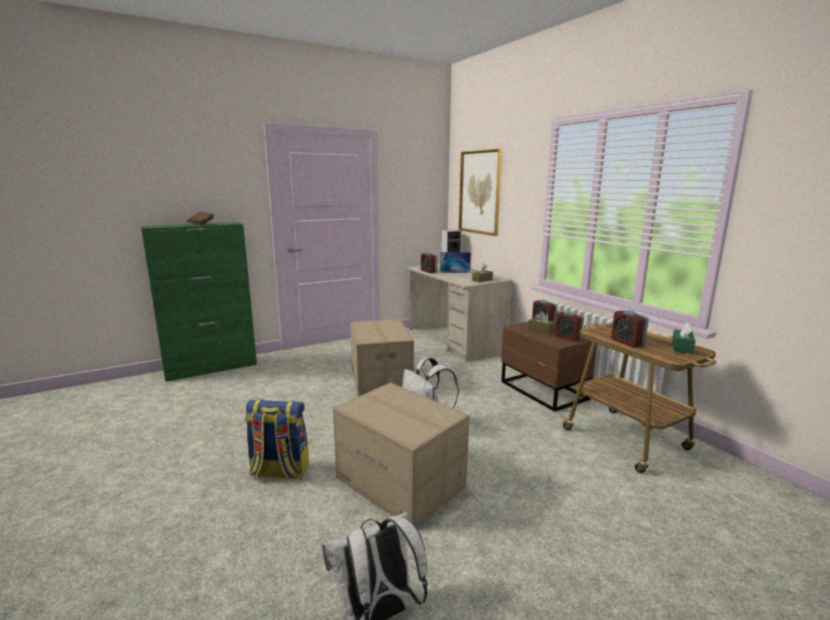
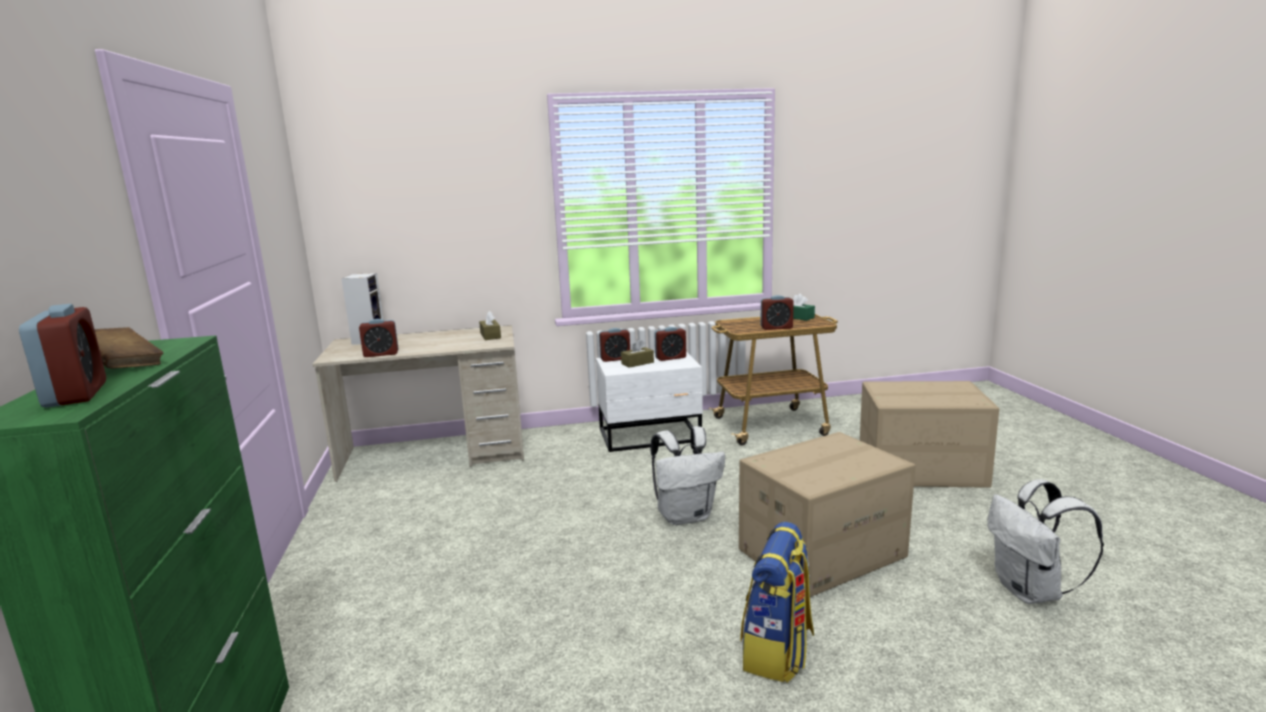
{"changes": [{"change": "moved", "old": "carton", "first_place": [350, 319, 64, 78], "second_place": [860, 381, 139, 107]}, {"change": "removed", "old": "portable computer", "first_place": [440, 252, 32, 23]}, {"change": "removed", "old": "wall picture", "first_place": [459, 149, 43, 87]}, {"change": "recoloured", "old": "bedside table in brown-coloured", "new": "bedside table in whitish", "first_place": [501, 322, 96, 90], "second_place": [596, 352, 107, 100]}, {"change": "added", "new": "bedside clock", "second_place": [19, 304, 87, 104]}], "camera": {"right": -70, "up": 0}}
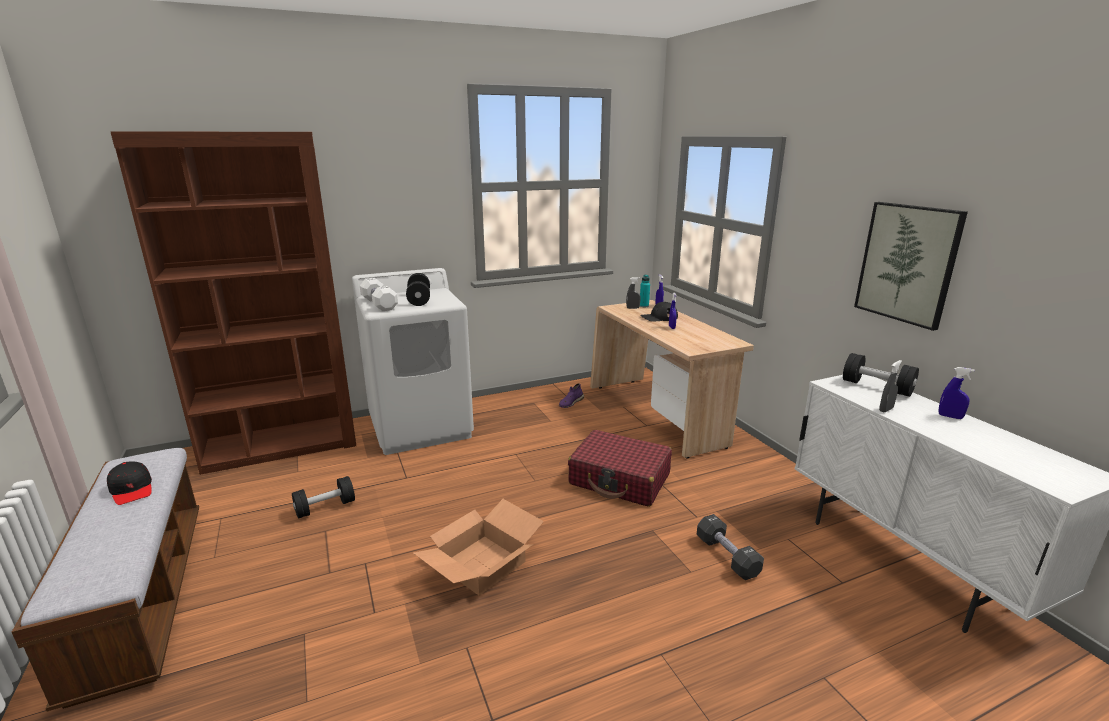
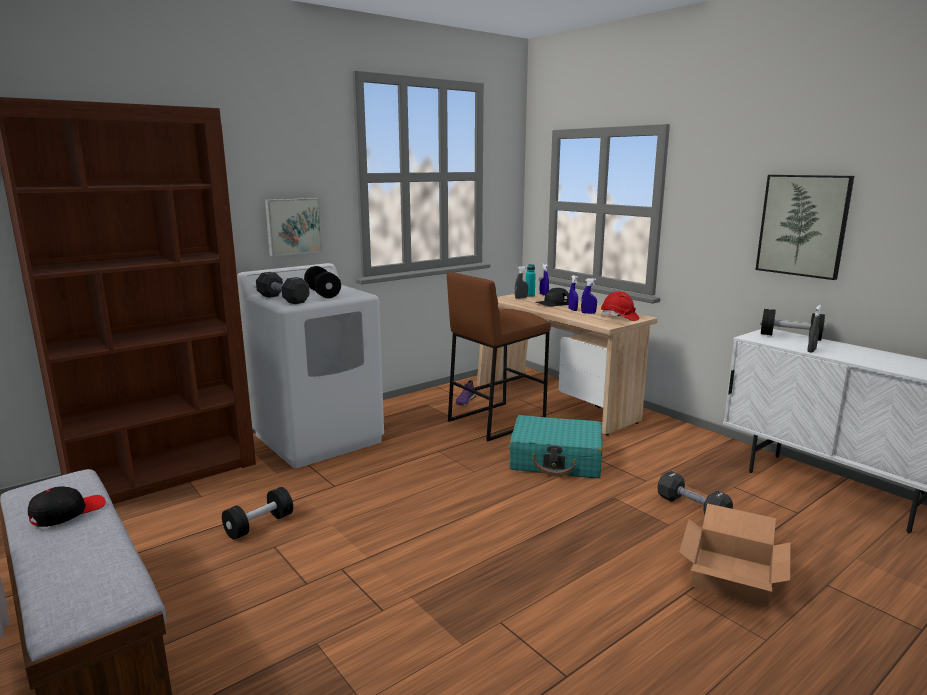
{"changes": [{"change": "turned", "old": "cap in black", "first_place": [107, 461, 45, 44], "second_place": [28, 486, 78, 41], "degrees": -90}, {"change": "recoloured", "old": "hand weight in whitish", "new": "hand weight in black", "first_place": [360, 278, 38, 33], "second_place": [256, 272, 54, 32]}, {"change": "moved", "old": "carton", "first_place": [413, 499, 131, 96], "second_place": [679, 503, 111, 104]}, {"change": "recoloured", "old": "travel case in red", "new": "travel case in turquoise-coloured", "first_place": [568, 430, 104, 77], "second_place": [509, 415, 93, 63]}, {"change": "moved", "old": "sprayer in blue", "first_place": [938, 367, 37, 52], "second_place": [581, 278, 16, 36]}, {"change": "added", "new": "wall picture", "second_place": [265, 198, 58, 58]}, {"change": "added", "new": "stool in brown-coloured", "second_place": [447, 272, 104, 169]}, {"change": "added", "new": "work helmet in red", "second_place": [601, 291, 38, 30]}], "camera": {"right": -15, "up": -5}}
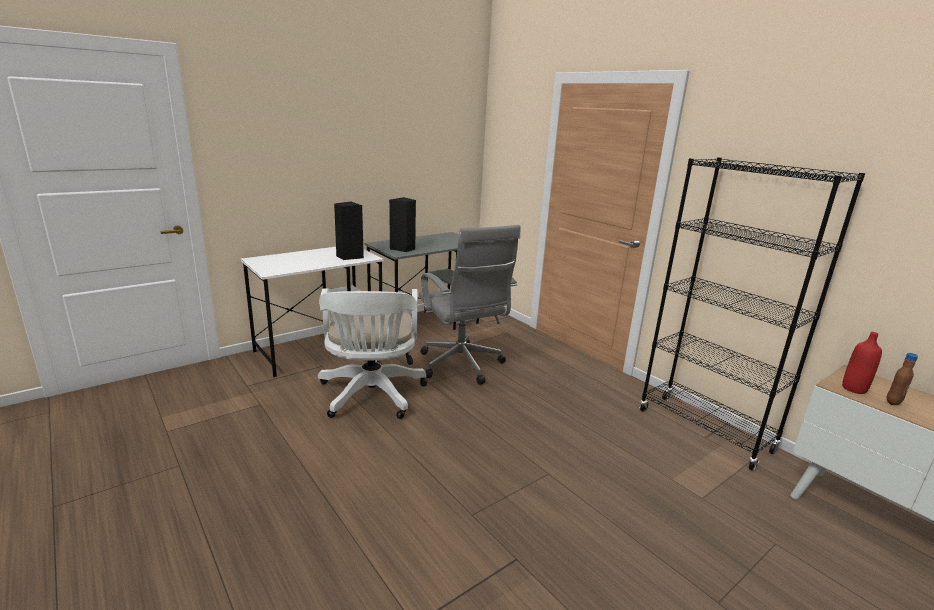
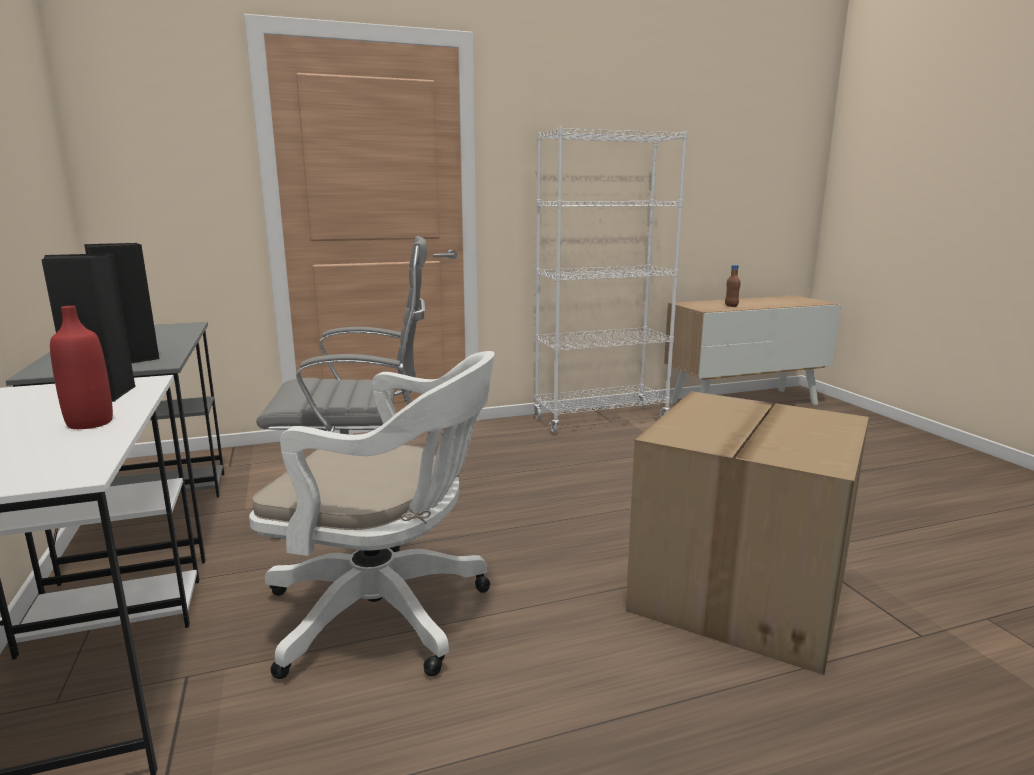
{"changes": [{"change": "recoloured", "old": "bookshelf in black", "new": "bookshelf in whitish", "first_place": [639, 157, 226, 313], "second_place": [534, 127, 154, 306]}, {"change": "moved", "old": "drink bottle in red", "first_place": [842, 332, 40, 62], "second_place": [50, 306, 63, 123]}, {"change": "added", "new": "carton", "second_place": [626, 391, 243, 284]}], "camera": {"right": -70, "up": -5}}
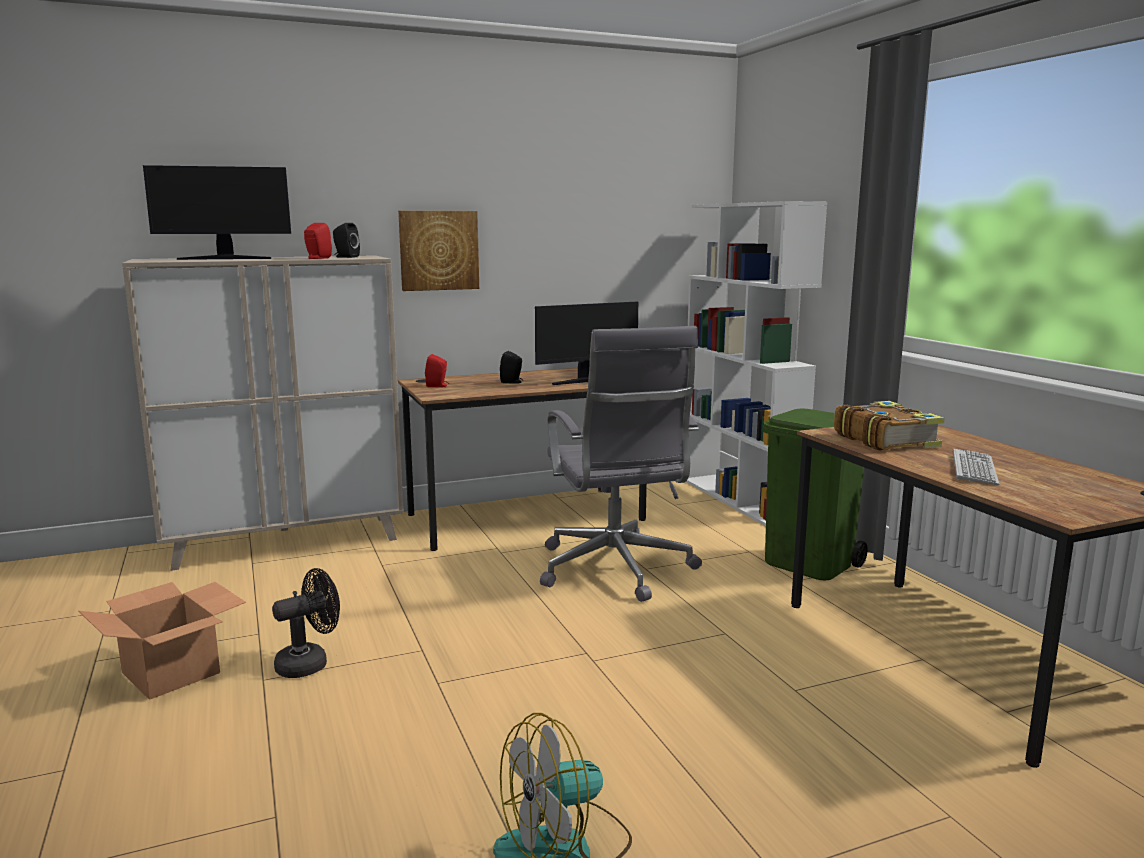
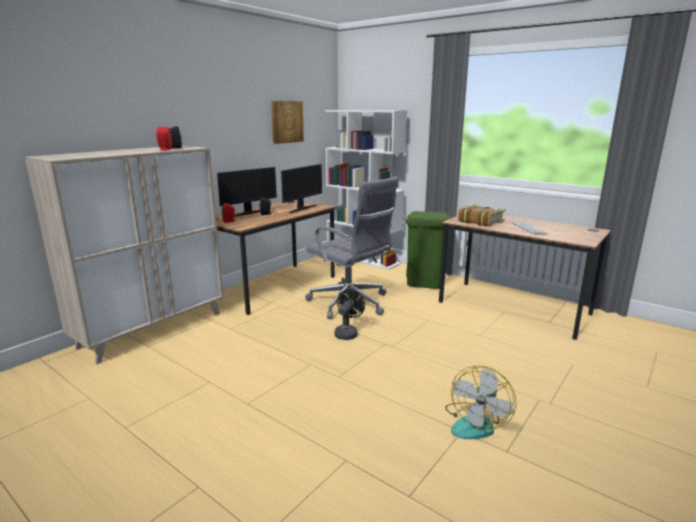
{"changes": [{"change": "removed", "old": "carton", "first_place": [78, 582, 168, 118]}, {"change": "moved", "old": "computer display", "first_place": [143, 165, 148, 95], "second_place": [217, 167, 60, 50]}, {"change": "moved", "old": "electric fan in black", "first_place": [272, 568, 68, 110], "second_place": [334, 289, 31, 51]}, {"change": "moved", "old": "wall picture", "first_place": [398, 211, 81, 80], "second_place": [271, 101, 33, 43]}], "camera": {"right": -30, "up": 5}}
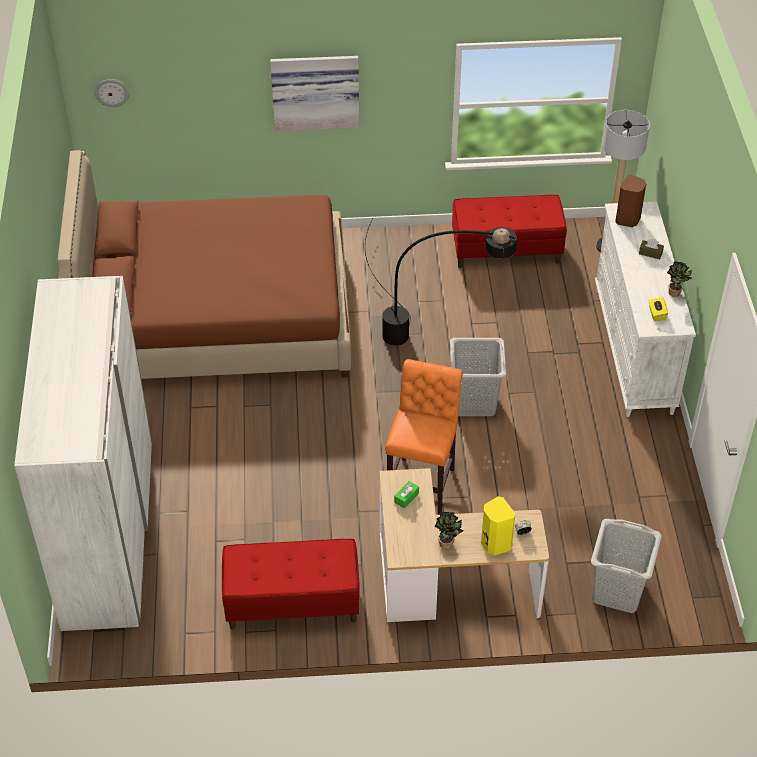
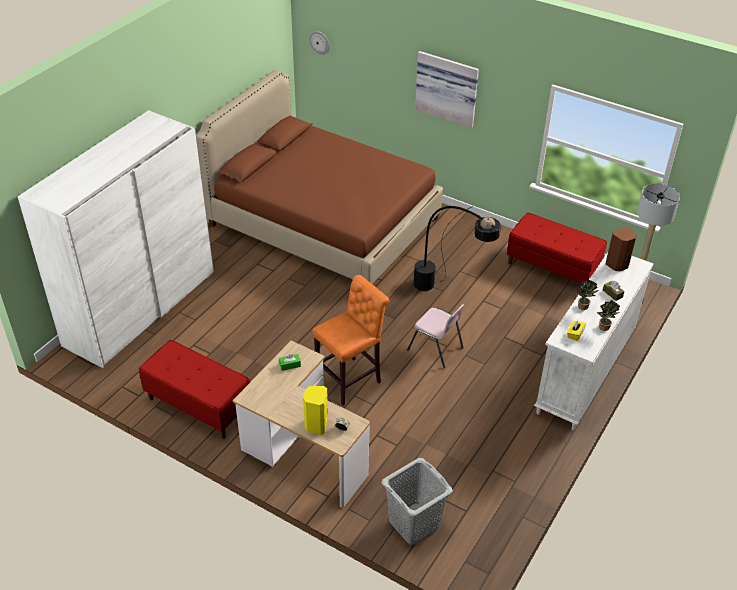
{"changes": [{"change": "moved", "old": "plant in a pot", "first_place": [435, 512, 29, 37], "second_place": [577, 280, 22, 30]}, {"change": "replaced", "old": "hamper in gray", "new": "upright chair in pink", "first_place": [450, 338, 56, 78], "second_place": [407, 304, 57, 64]}], "camera": {"right": 35, "up": -5}}
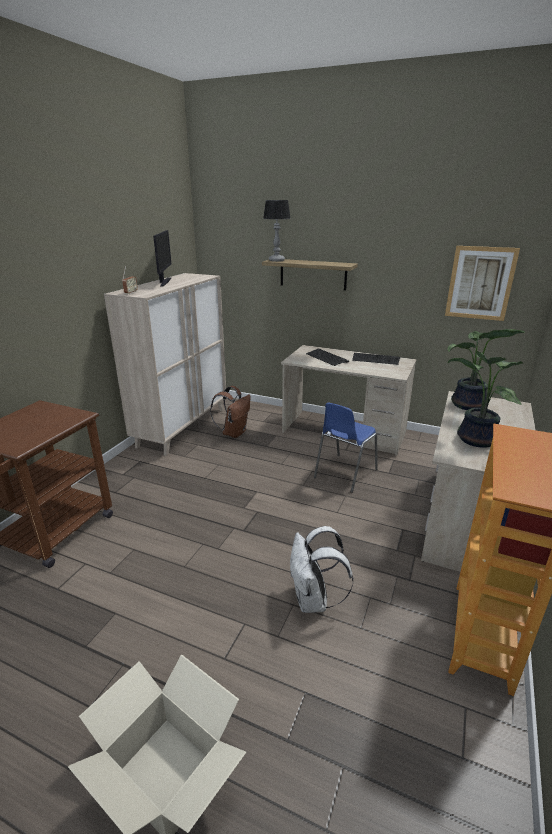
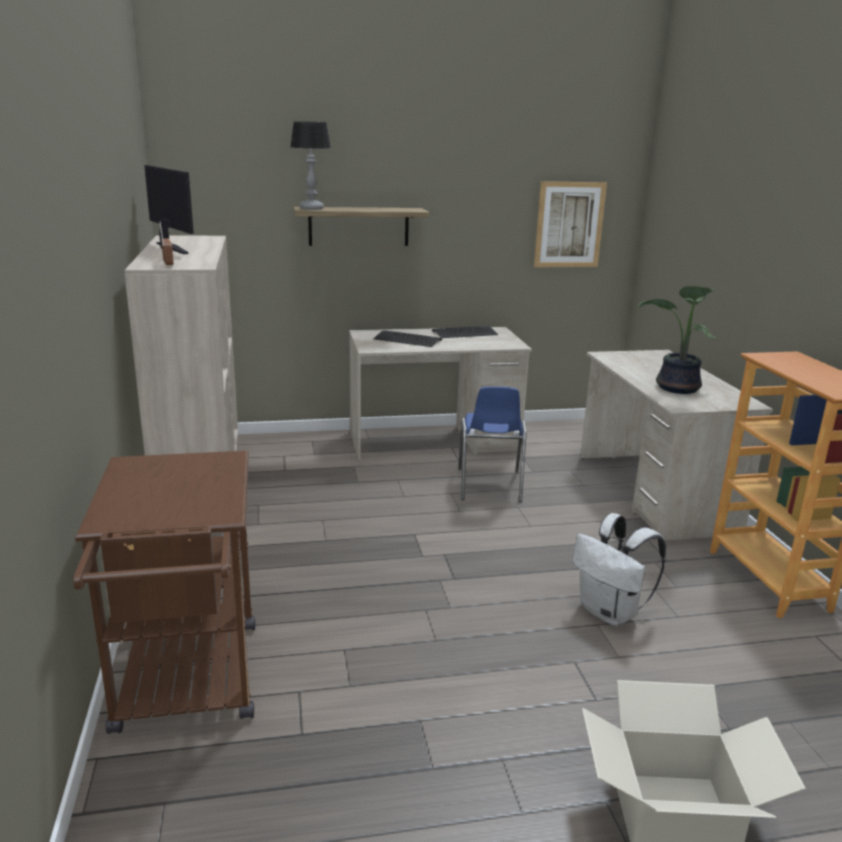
{"changes": [{"change": "removed", "old": "knapsack in brown-coloured", "first_place": [210, 386, 41, 52]}, {"change": "removed", "old": "plant in a pot", "first_place": [448, 329, 77, 81]}], "camera": {"right": -35, "up": -5}}
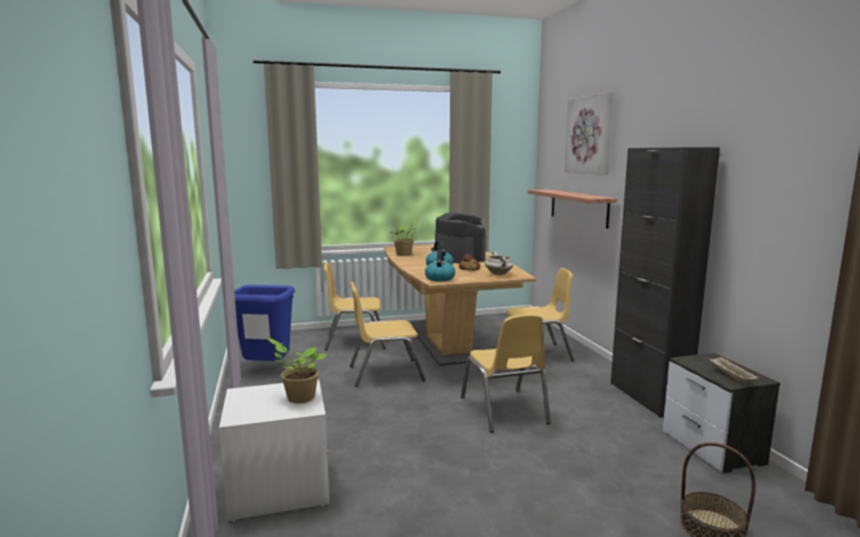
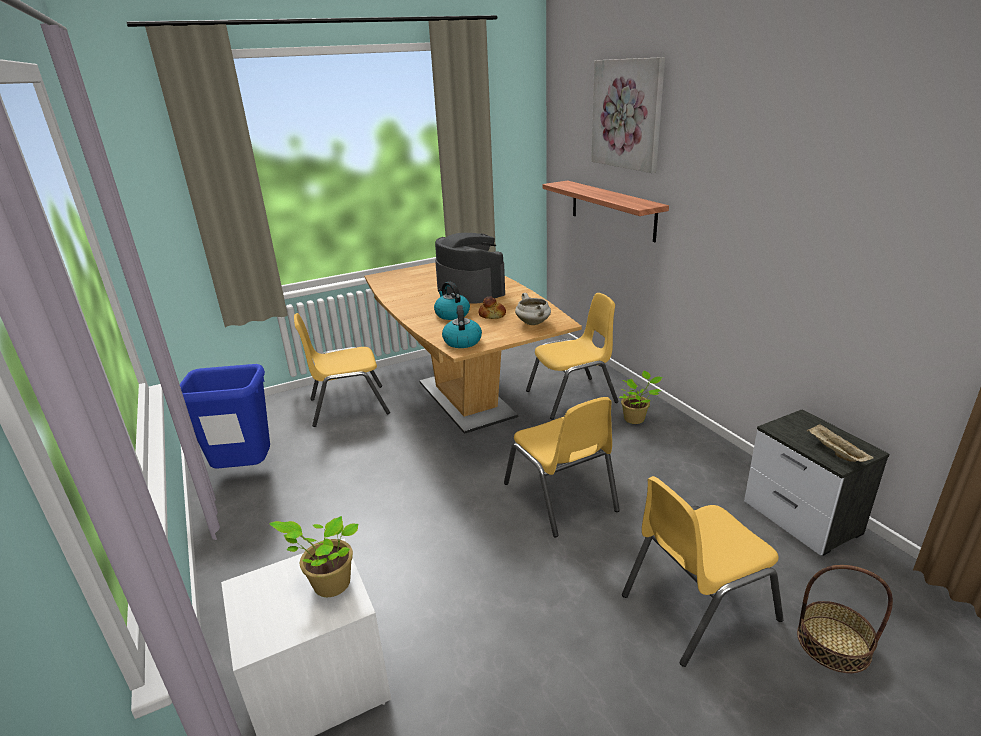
{"changes": [{"change": "moved", "old": "upright chair in yellow", "first_place": [350, 282, 76, 105], "second_place": [622, 476, 162, 191]}, {"change": "moved", "old": "plant in a pot", "first_place": [389, 219, 32, 37], "second_place": [619, 371, 43, 53]}, {"change": "removed", "old": "cupboard in black", "first_place": [611, 147, 109, 271]}], "camera": {"right": -10, "up": 15}}
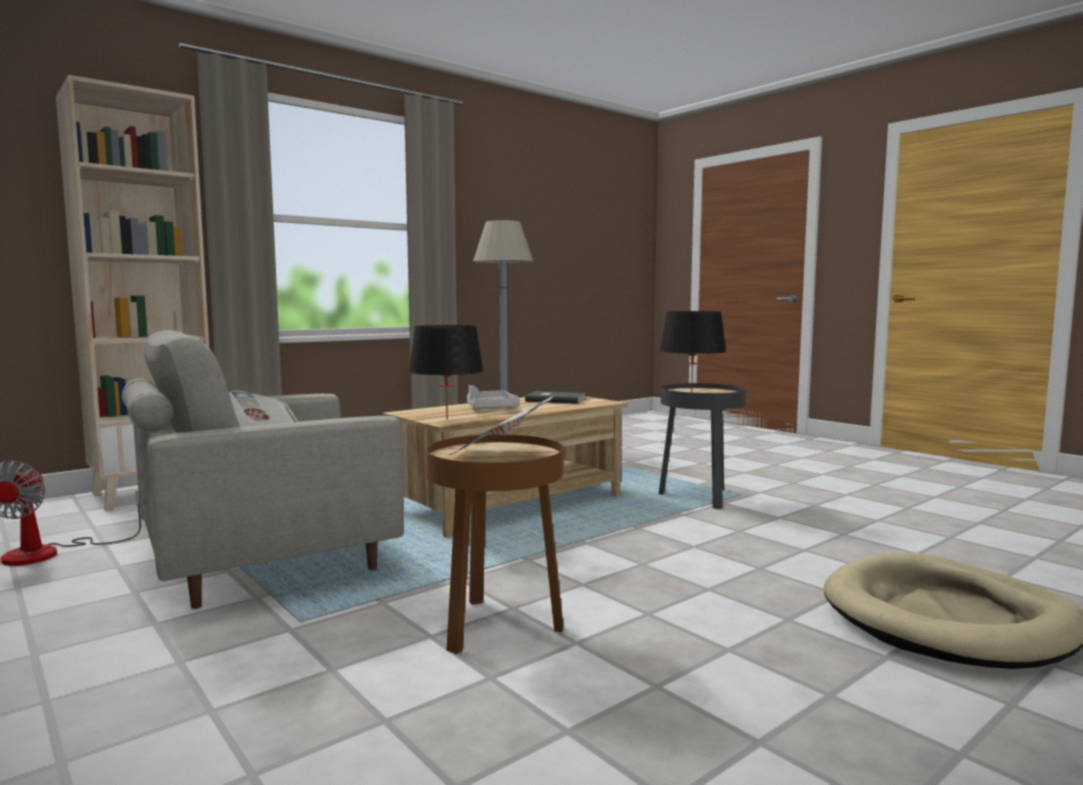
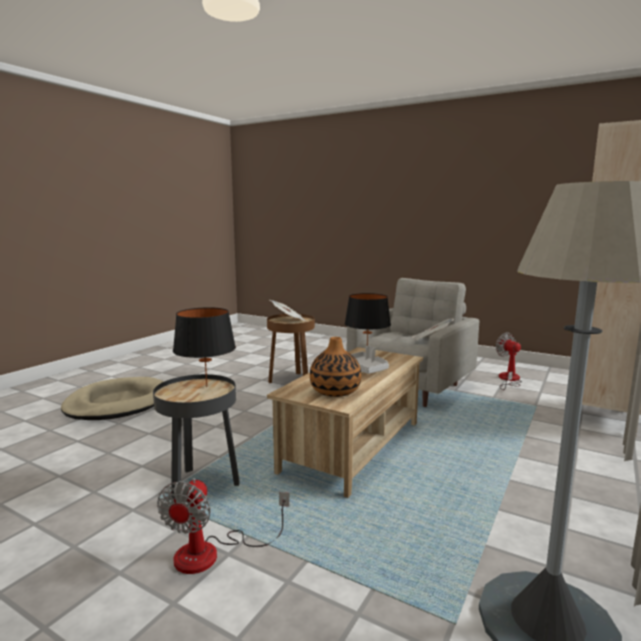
{"changes": [{"change": "replaced", "old": "volume in gray", "new": "vase", "first_place": [525, 391, 61, 13], "second_place": [310, 337, 51, 60]}, {"change": "added", "new": "electric fan", "second_place": [157, 478, 132, 96]}], "camera": {"right": 160, "up": 5}}
